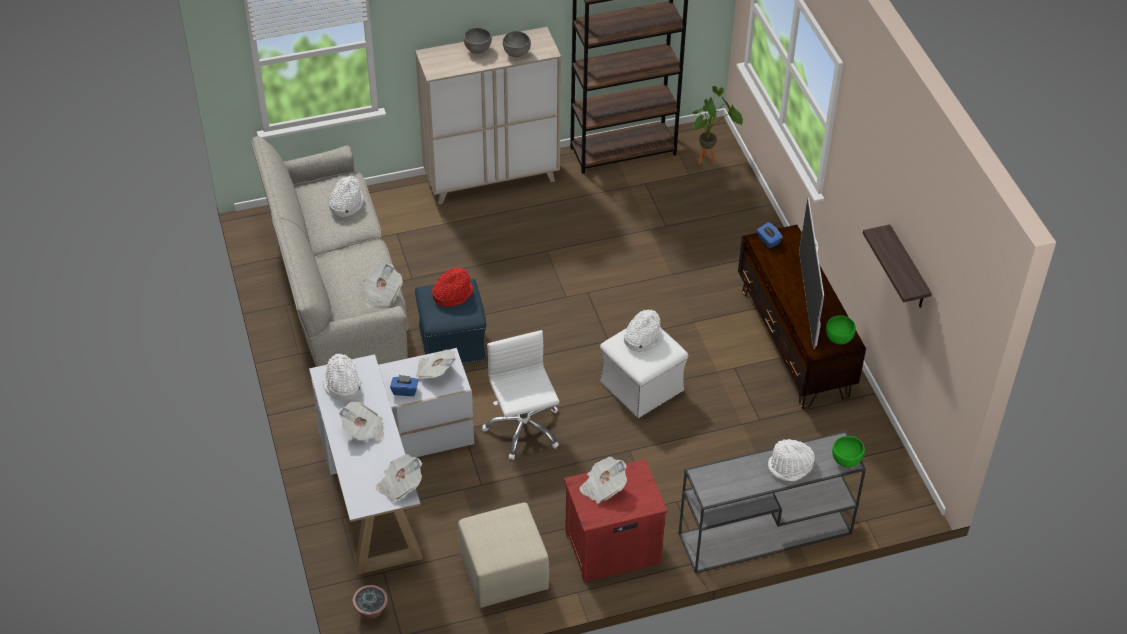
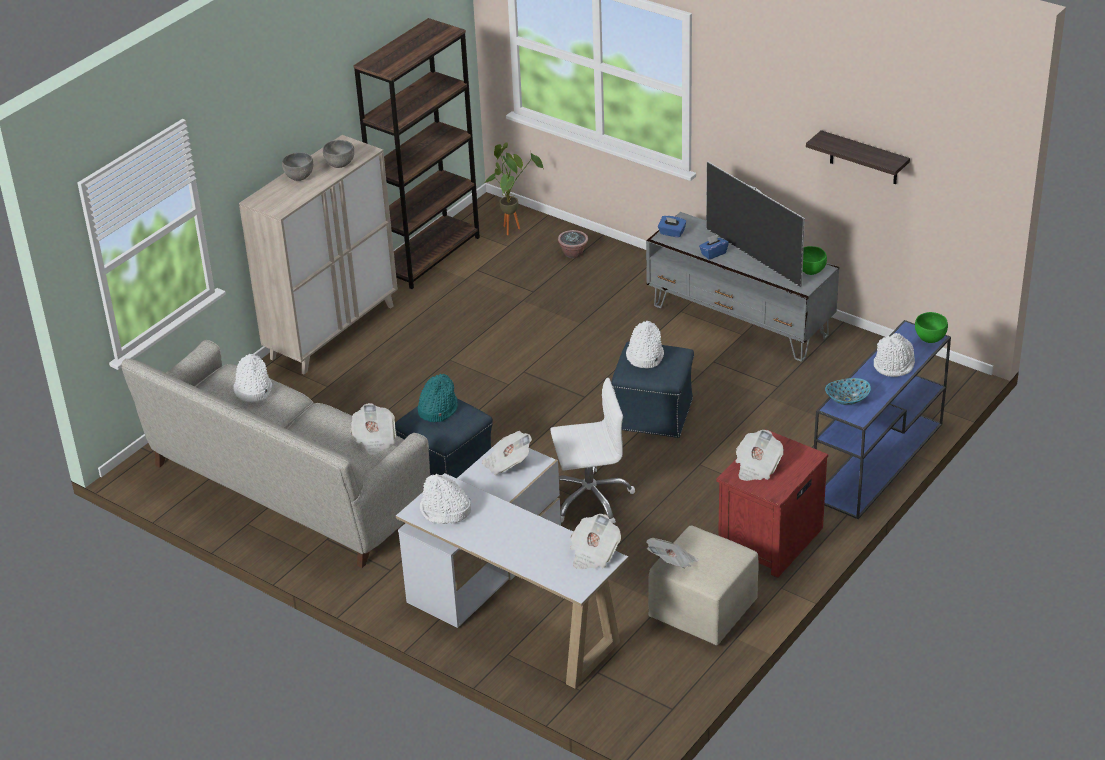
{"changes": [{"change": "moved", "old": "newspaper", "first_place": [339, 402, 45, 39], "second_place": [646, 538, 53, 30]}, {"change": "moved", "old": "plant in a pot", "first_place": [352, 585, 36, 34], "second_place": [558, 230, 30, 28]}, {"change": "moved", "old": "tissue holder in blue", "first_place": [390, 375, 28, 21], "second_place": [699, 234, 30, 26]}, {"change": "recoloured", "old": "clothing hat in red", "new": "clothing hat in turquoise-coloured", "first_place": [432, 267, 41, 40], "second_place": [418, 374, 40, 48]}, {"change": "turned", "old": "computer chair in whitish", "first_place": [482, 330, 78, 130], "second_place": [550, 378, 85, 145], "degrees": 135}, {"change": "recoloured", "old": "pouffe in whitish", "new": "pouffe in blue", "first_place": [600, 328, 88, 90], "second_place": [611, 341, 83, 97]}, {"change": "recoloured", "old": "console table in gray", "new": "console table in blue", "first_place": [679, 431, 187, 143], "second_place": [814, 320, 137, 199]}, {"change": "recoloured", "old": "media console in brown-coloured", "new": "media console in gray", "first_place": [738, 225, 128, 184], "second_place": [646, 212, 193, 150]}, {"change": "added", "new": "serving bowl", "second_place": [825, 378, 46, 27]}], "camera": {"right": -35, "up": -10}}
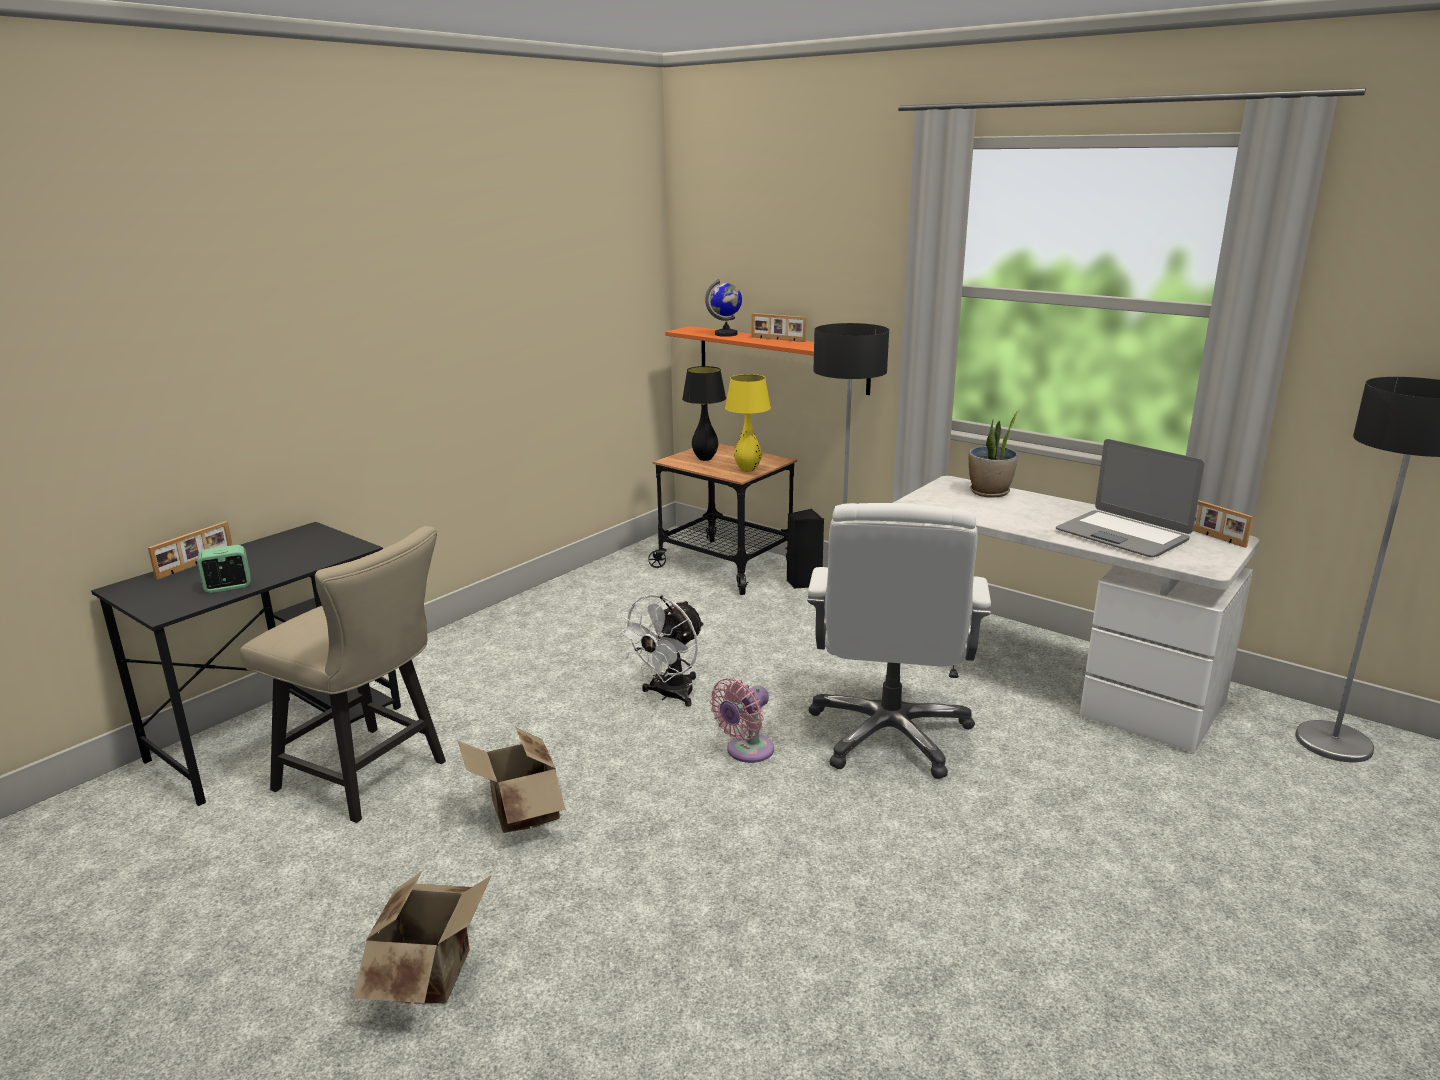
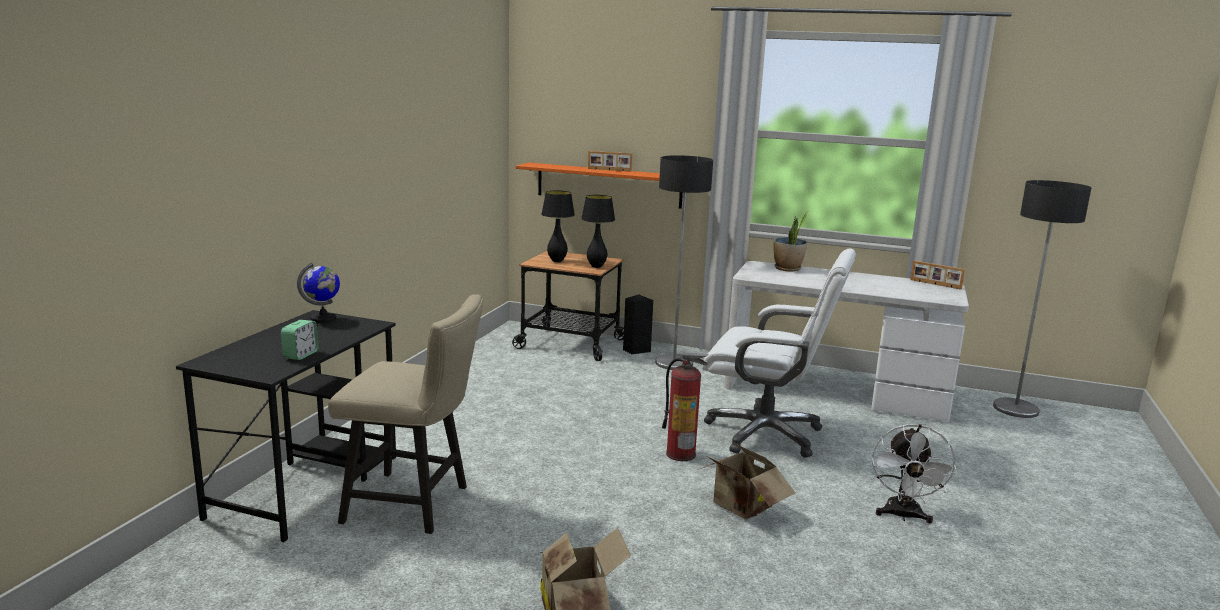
{"changes": [{"change": "removed", "old": "photo frame", "first_place": [148, 521, 84, 59]}, {"change": "turned", "old": "bedside clock", "first_place": [197, 545, 54, 48], "second_place": [281, 320, 38, 40], "degrees": 150}, {"change": "moved", "old": "carton", "first_place": [457, 727, 109, 106], "second_place": [698, 443, 97, 77]}, {"change": "moved", "old": "electric fan in whitish", "first_place": [617, 594, 87, 113], "second_place": [872, 424, 85, 100]}, {"change": "moved", "old": "desk globe", "first_place": [705, 279, 37, 58], "second_place": [297, 263, 43, 61]}, {"change": "replaced", "old": "electric fan in pink", "new": "extinguisher", "first_place": [710, 678, 64, 85], "second_place": [662, 353, 46, 108]}, {"change": "recoloured", "old": "lamp for a table in yellow", "new": "lamp for a table in black", "first_place": [725, 374, 46, 98], "second_place": [581, 195, 34, 73]}, {"change": "turned", "old": "computer chair in whitish", "first_place": [807, 503, 184, 276], "second_place": [702, 248, 154, 210], "degrees": -60}, {"change": "removed", "old": "portable computer", "first_place": [1056, 439, 149, 118]}], "camera": {"right": -20, "up": -5}}
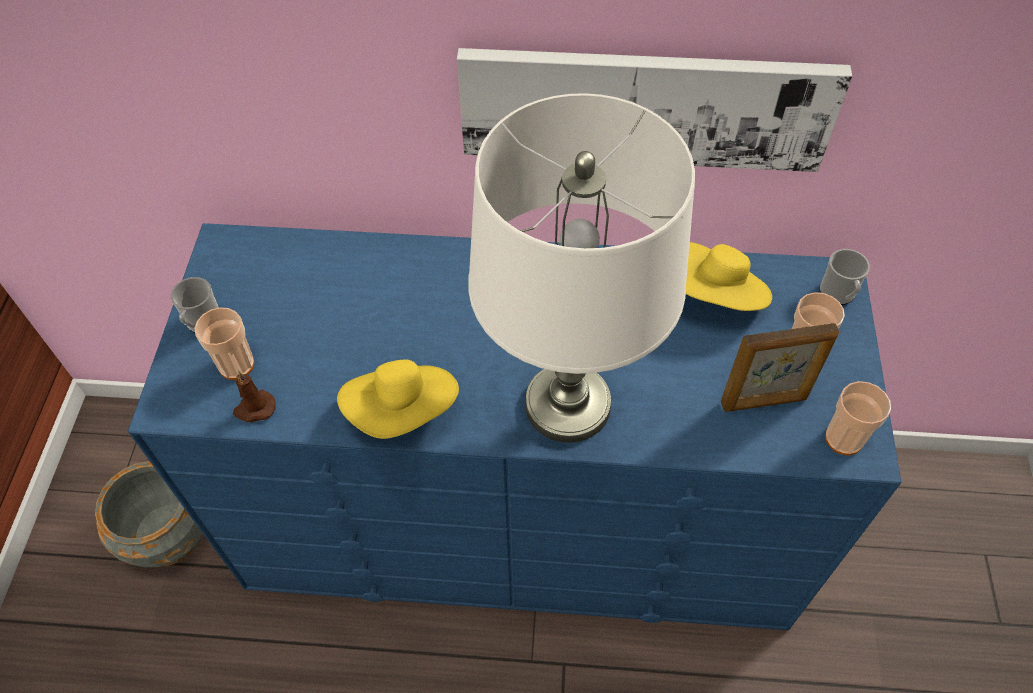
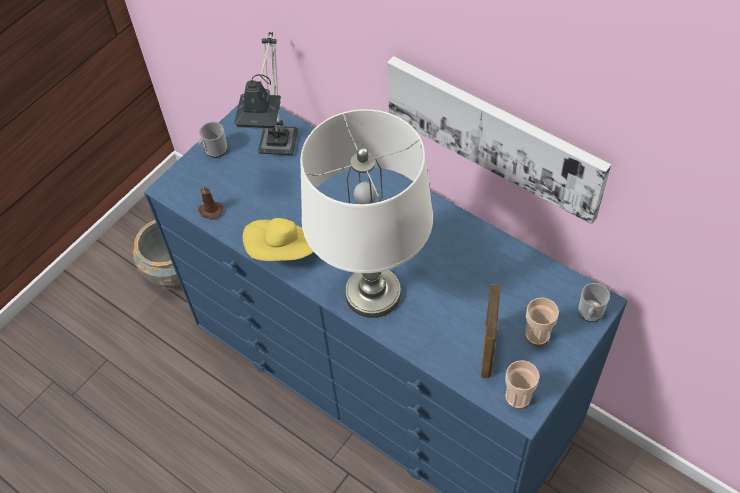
{"changes": [{"change": "removed", "old": "small cup", "first_place": [195, 308, 59, 72]}, {"change": "removed", "old": "clothing hat in yellow", "first_place": [686, 242, 86, 69]}, {"change": "turned", "old": "photo frame", "first_place": [721, 323, 118, 89], "second_place": [481, 284, 19, 94], "degrees": -105}, {"change": "added", "new": "lamp for a table", "second_place": [234, 32, 64, 123]}], "camera": {"right": 35, "up": 0}}
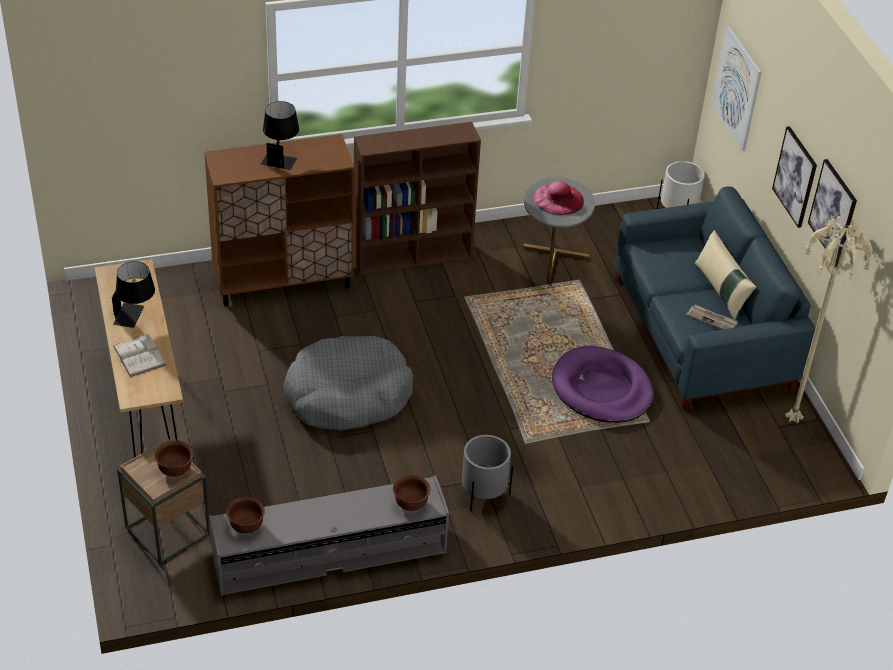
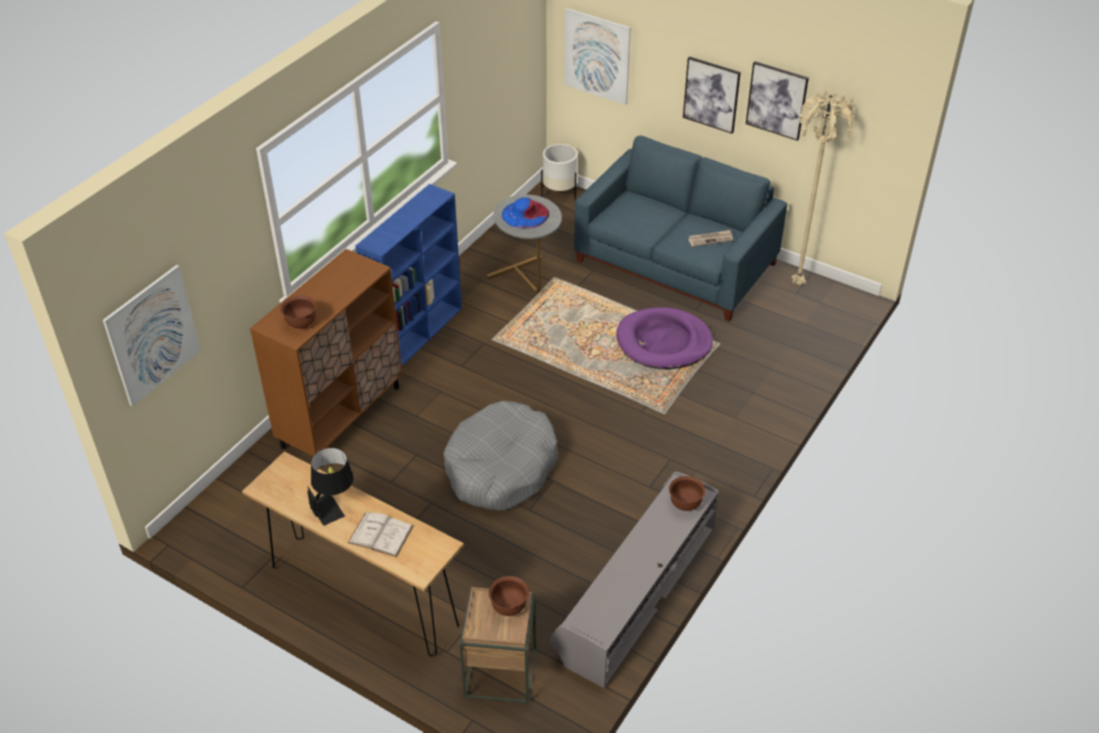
{"changes": [{"change": "moved", "old": "serving bowl in brown-coloured", "first_place": [226, 497, 39, 37], "second_place": [280, 295, 37, 34]}, {"change": "removed", "old": "lamp for a table in black", "first_place": [261, 101, 38, 69]}, {"change": "recoloured", "old": "bookshelf in brown-coloured", "new": "bookshelf in blue", "first_place": [354, 122, 127, 153], "second_place": [355, 184, 107, 182]}, {"change": "removed", "old": "flower pot in gray", "first_place": [462, 435, 51, 76]}, {"change": "recoloured", "old": "clothing hat in pink", "new": "clothing hat in blue", "first_place": [534, 181, 50, 34], "second_place": [502, 197, 47, 32]}, {"change": "removed", "old": "pillow in sand-coloured", "first_place": [695, 230, 62, 90]}, {"change": "added", "new": "wall picture", "second_place": [103, 265, 98, 141]}], "camera": {"right": -40, "up": 0}}
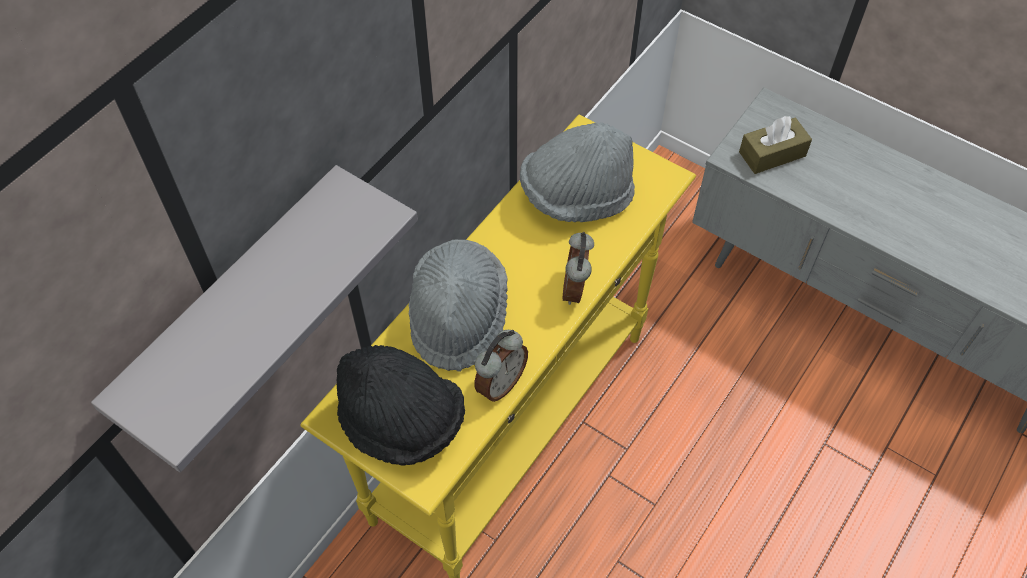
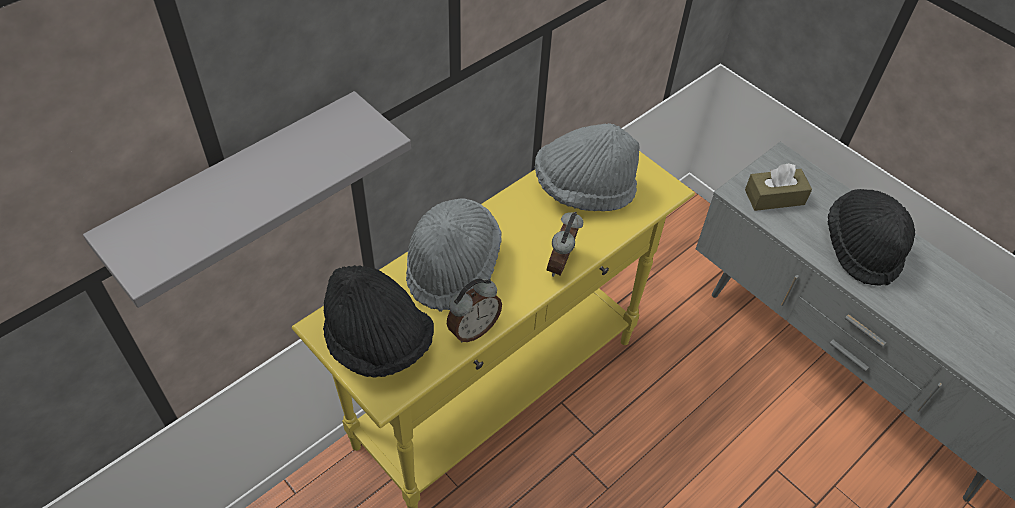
{"changes": [{"change": "added", "new": "clothing hat in black", "second_place": [828, 189, 87, 97]}], "camera": {"right": 10, "up": -5}}
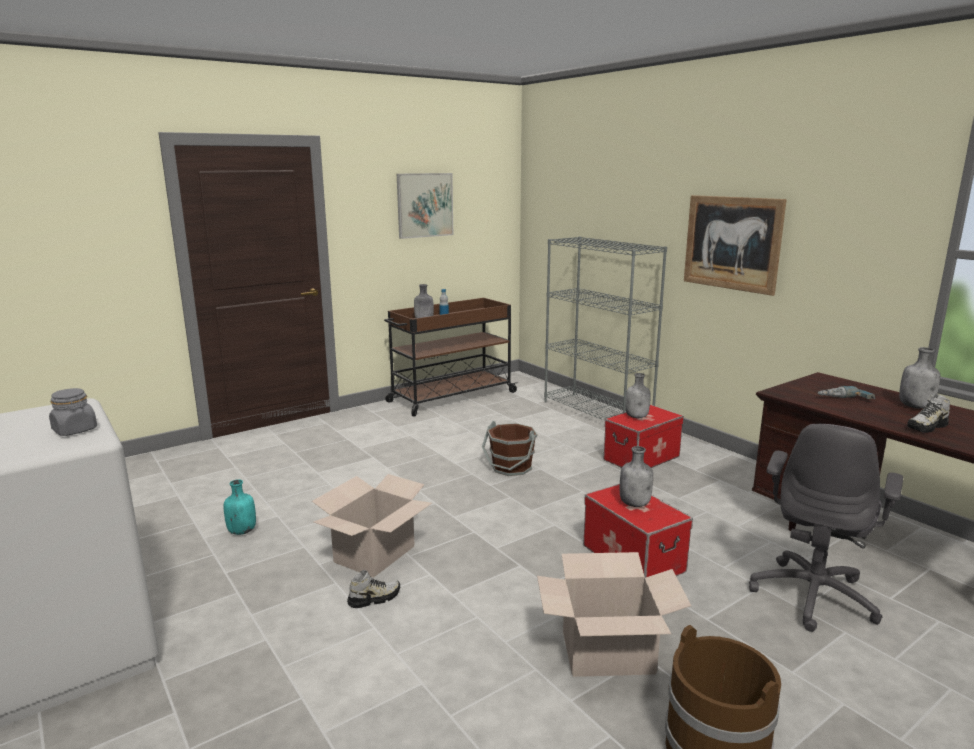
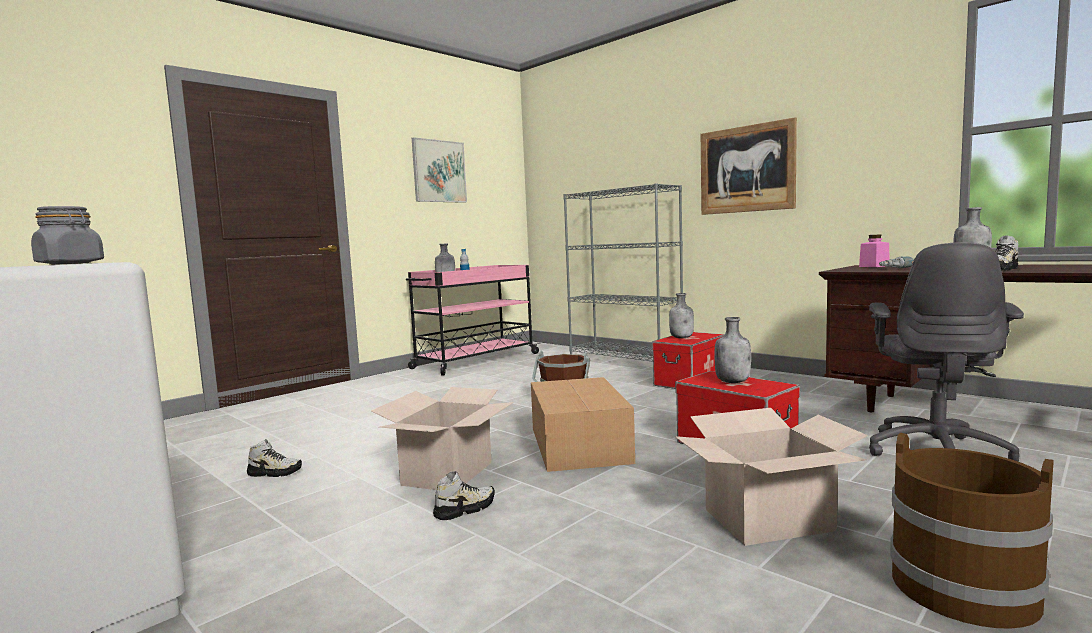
{"changes": [{"change": "replaced", "old": "drink bottle in turquoise-coloured", "new": "item of footwear", "first_place": [224, 479, 32, 56], "second_place": [247, 439, 55, 38]}, {"change": "recoloured", "old": "trolley in brown-coloured", "new": "trolley in pink", "first_place": [384, 298, 134, 119], "second_place": [406, 265, 134, 110]}, {"change": "added", "new": "carton", "second_place": [531, 377, 104, 95]}, {"change": "added", "new": "preserve jar in pink", "second_place": [859, 234, 31, 33]}], "camera": {"right": -10, "up": -10}}
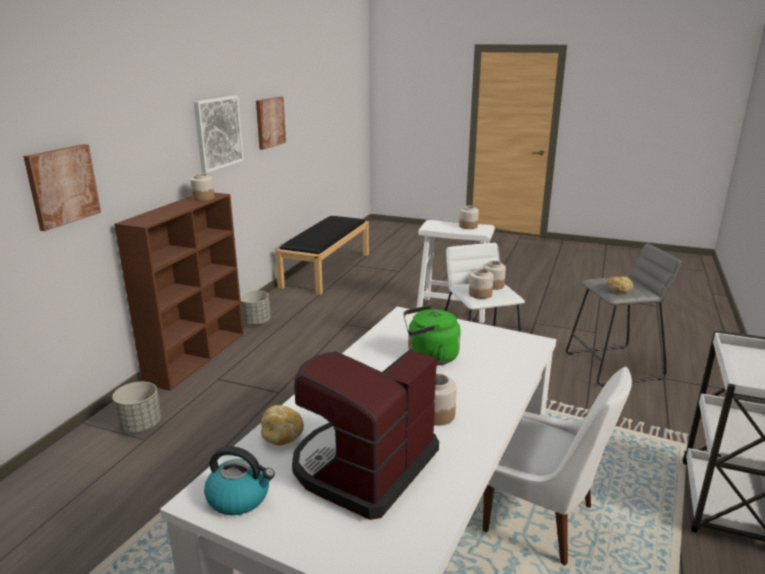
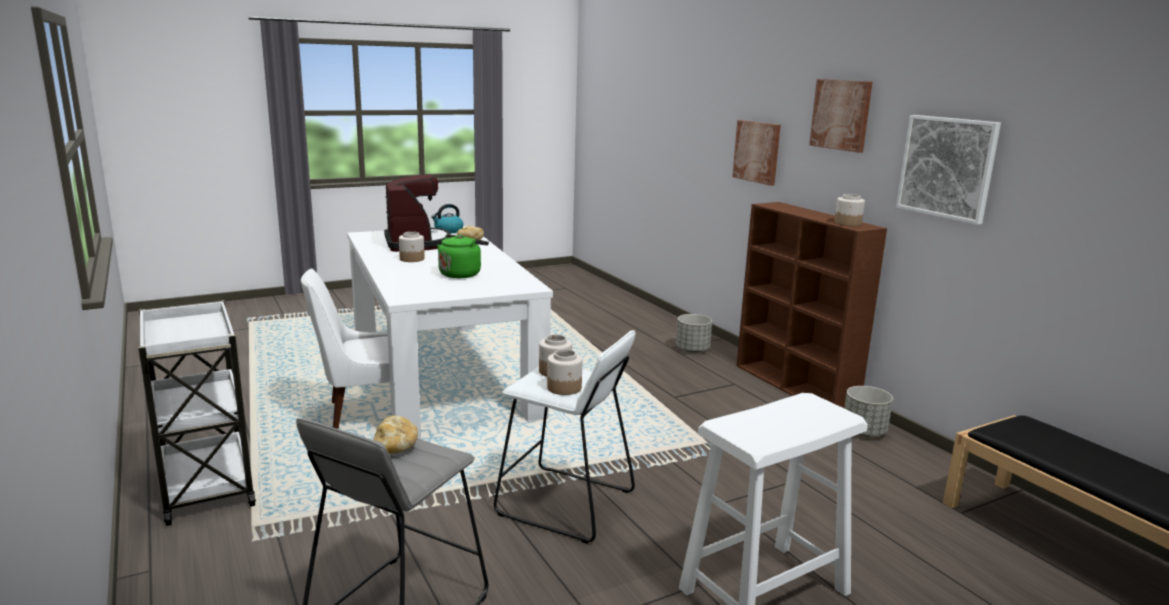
{"changes": [{"change": "moved", "old": "wall picture", "first_place": [256, 97, 30, 53], "second_place": [809, 79, 64, 74]}, {"change": "removed", "old": "preserve jar", "first_place": [459, 206, 20, 23]}], "camera": {"right": 130, "up": -5}}
